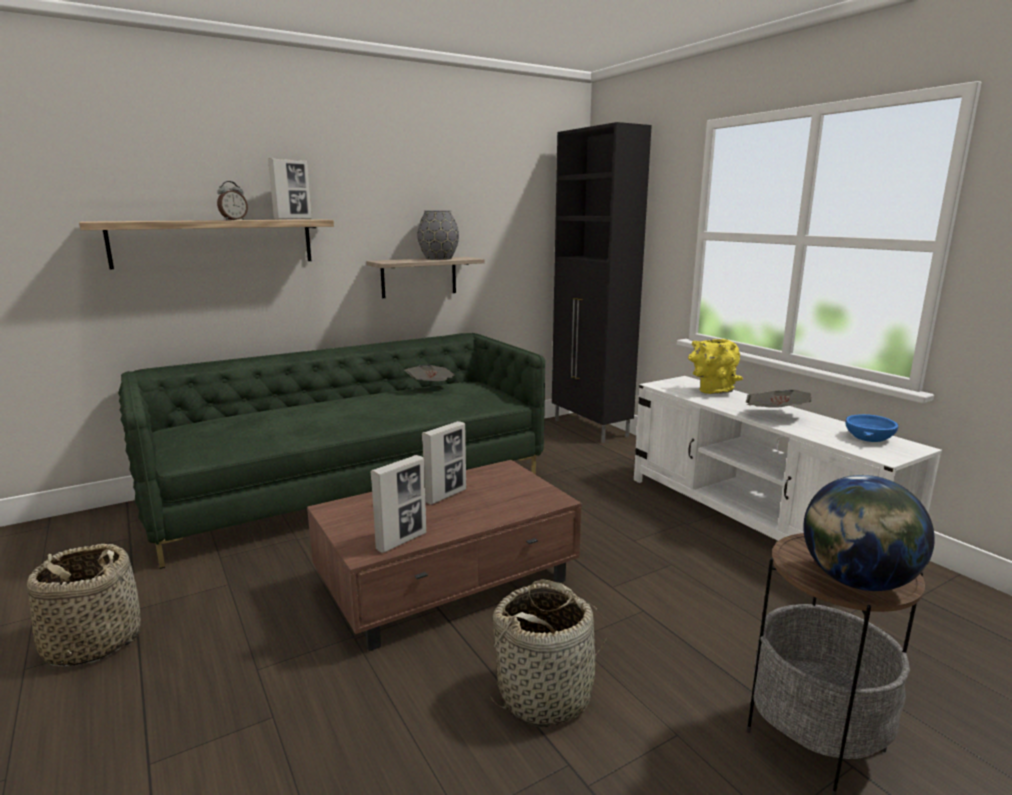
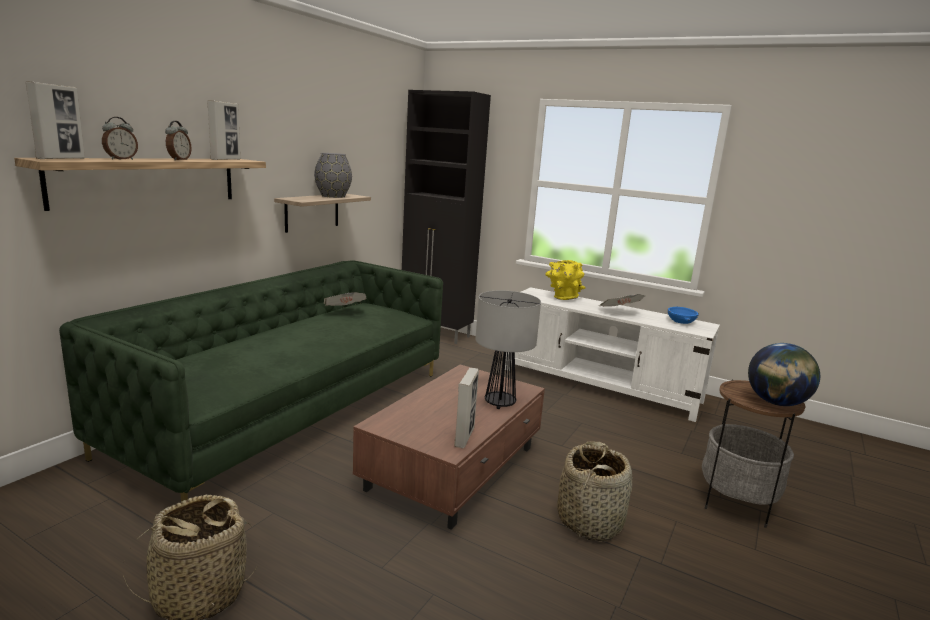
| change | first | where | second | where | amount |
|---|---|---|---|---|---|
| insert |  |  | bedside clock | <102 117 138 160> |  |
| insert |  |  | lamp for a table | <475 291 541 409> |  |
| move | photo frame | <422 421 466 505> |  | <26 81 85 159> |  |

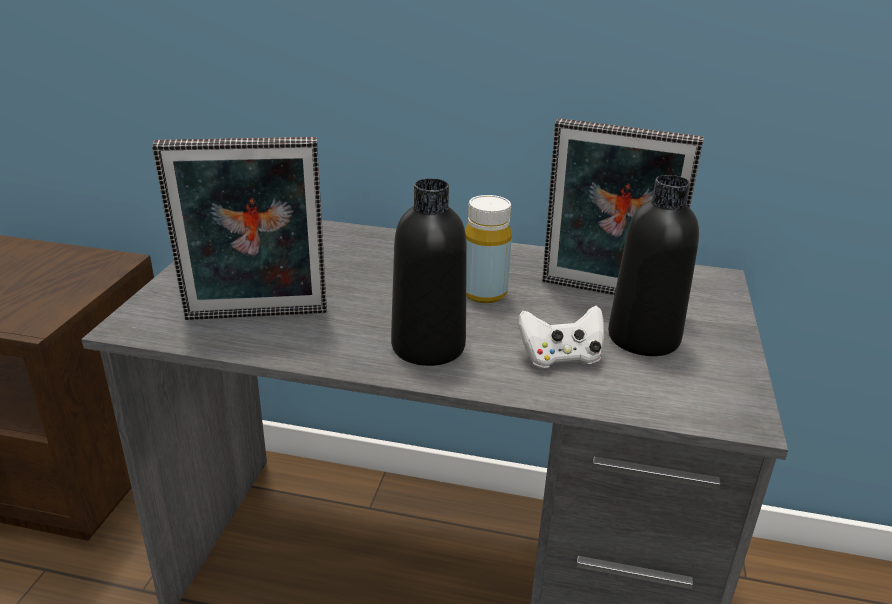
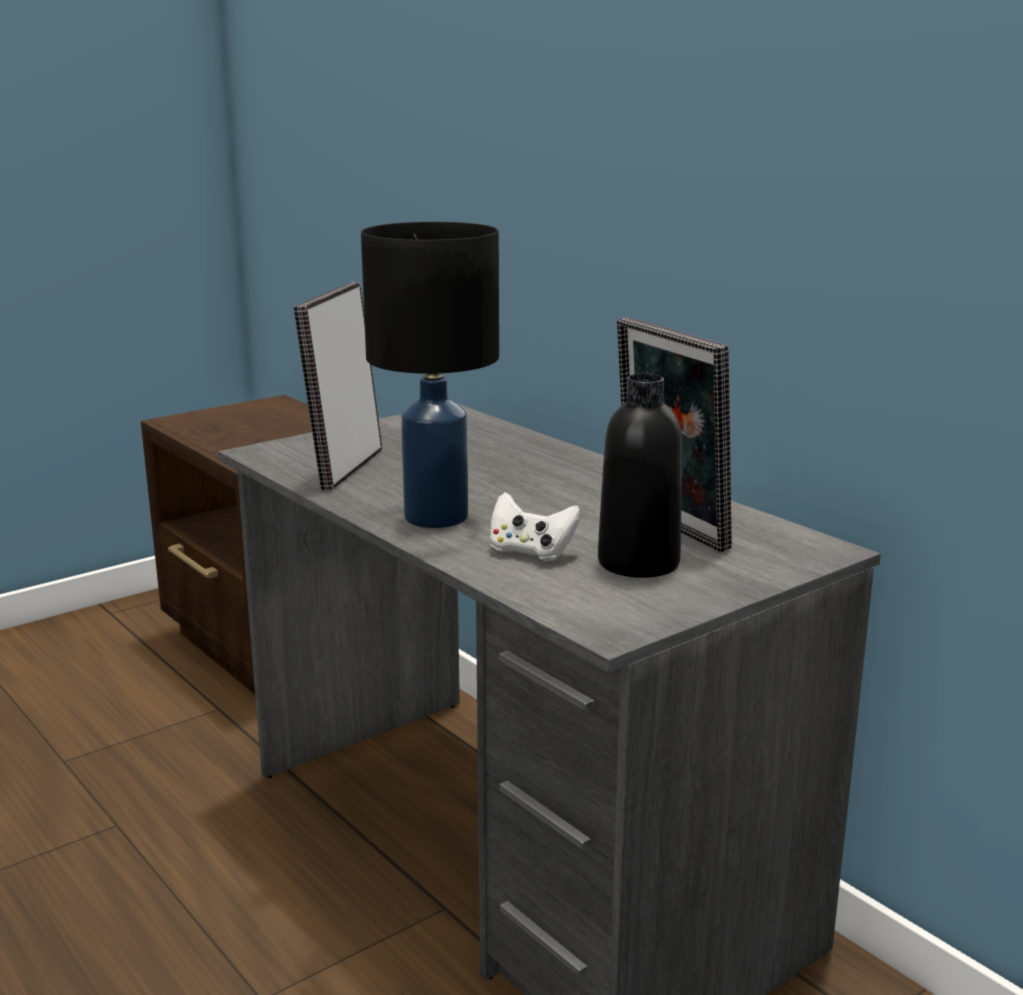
| change | first | where | second | where | amount |
|---|---|---|---|---|---|
| delete | yellow beverage bottle | <465 195 512 303> |  |  |  |
| replace | blackish beverage bottle | <391 178 467 366> | blackish lamp for a table | <361 222 499 528> |  |
| rotate | photo frame | <152 137 327 320> |  | <293 282 382 490> | 75 degrees clockwise |

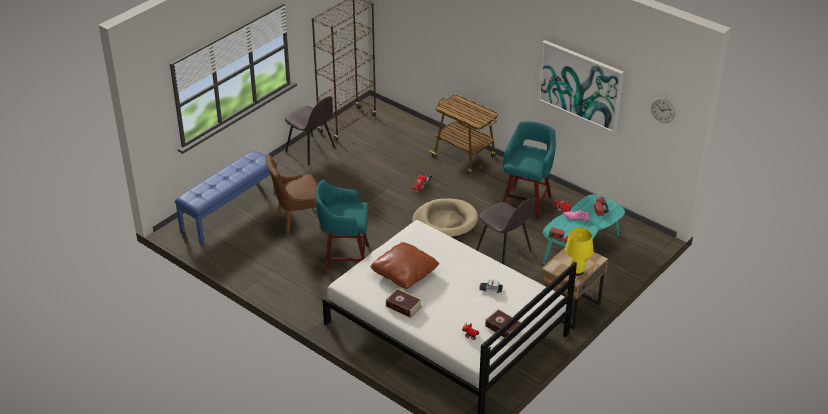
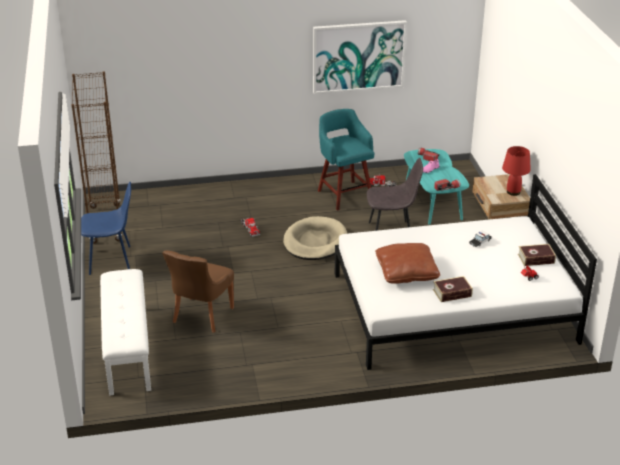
| change | first | where | second | where | amount |
|---|---|---|---|---|---|
| delete | turquoise-coloured sitting stool | <315 180 369 273> |  |  |  |
| delete | trolley | <430 94 498 175> |  |  |  |
| delete | hanging clock | <650 98 675 123> |  |  |  |
| recolor | bluish indoor bench | <175 151 278 244> | white-coloured indoor bench | <100 269 151 396> |  |
| recolor | grey plain chair | <285 96 336 165> | bluish plain chair | <81 181 131 275> |  |
| recolor | yellow lamp for a table | <565 228 594 276> | reddish lamp for a table | <502 146 531 196> |  |

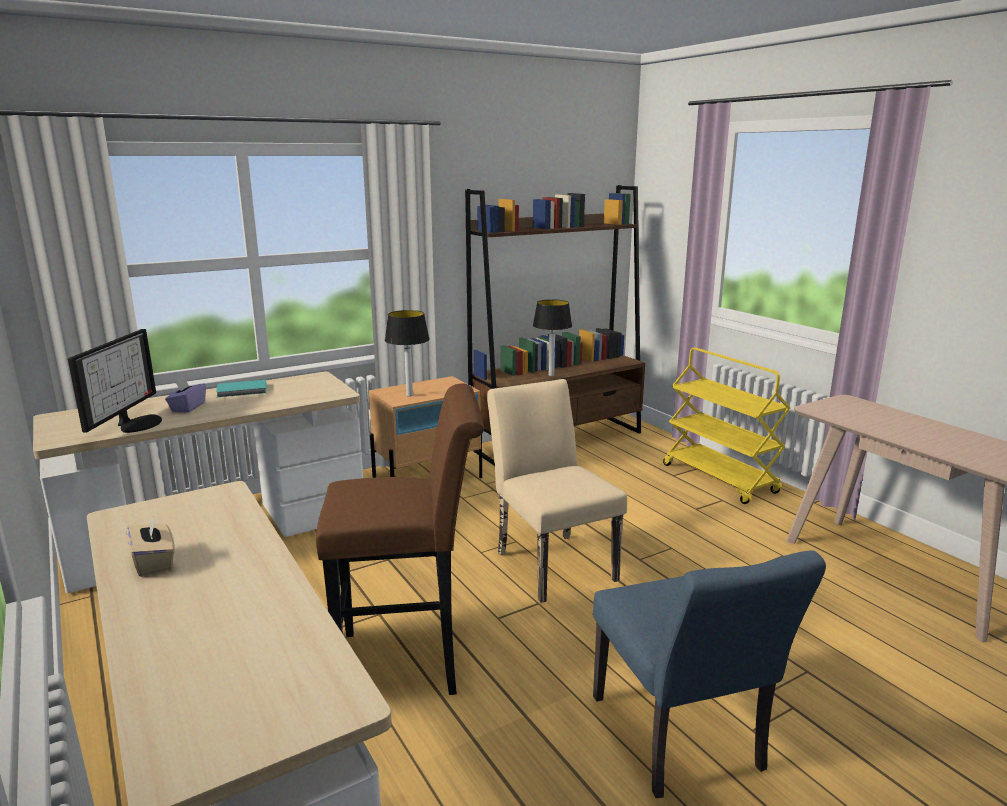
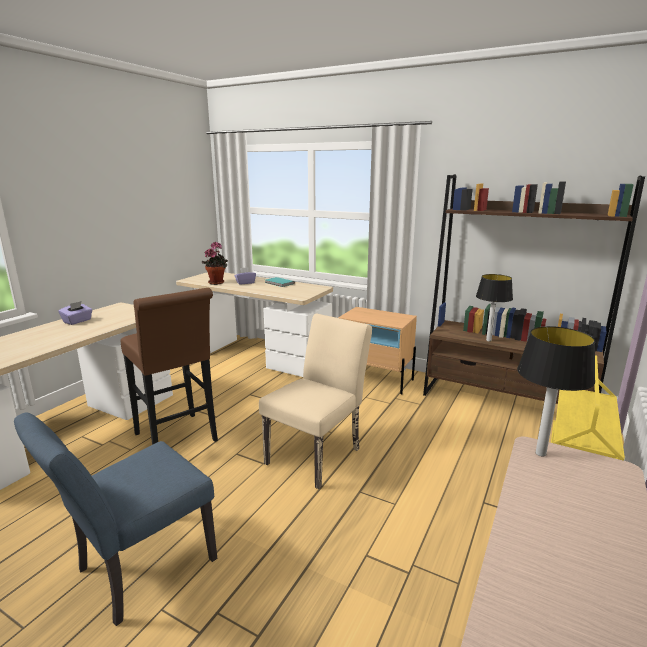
| change | first | where | second | where | amount |
|---|---|---|---|---|---|
| move | lamp for a table | <385 310 430 397> |  | <517 326 595 456> |  |
| replace | computer display | <68 329 162 433> | potted plant | <202 242 228 285> |  |
| recolor | beige-coloured box of tissues | <126 514 175 577> | purplish box of tissues | <58 301 93 325> |  |

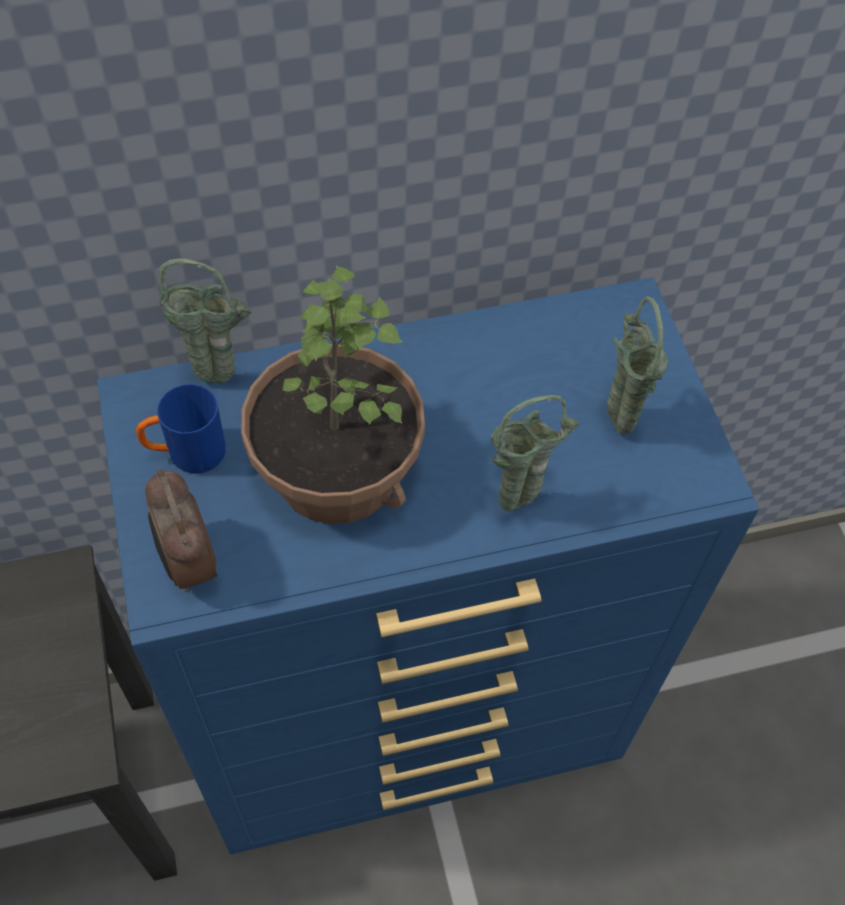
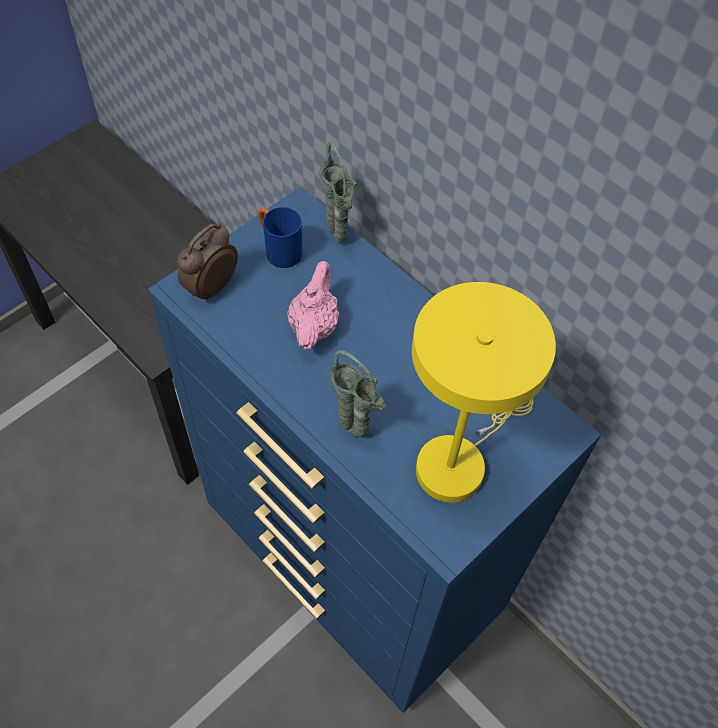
| change | first | where | second | where | amount |
|---|---|---|---|---|---|
| replace | potted plant | <241 266 425 524> | pink-coloured pot for tea | <287 261 339 350> |  |
| replace | greenish decorative vase | <607 296 668 435> | yellow lamp for a table | <412 282 556 503> |  |

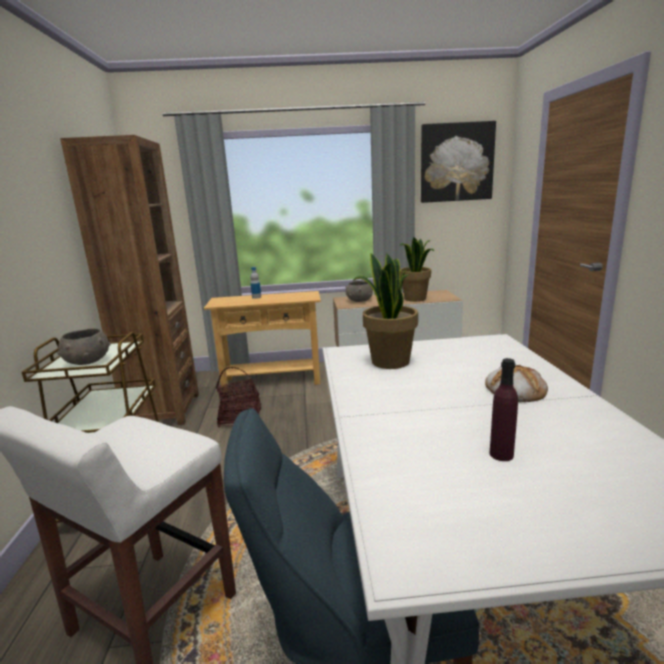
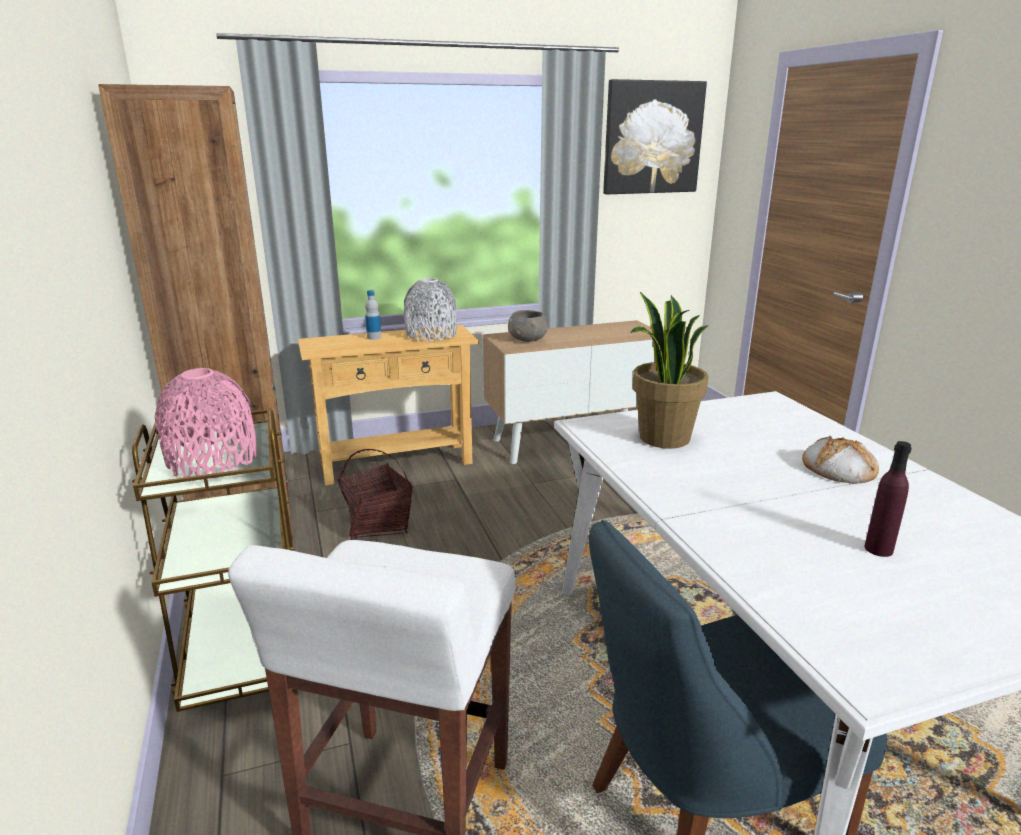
| change | first | where | second | where | amount |
|---|---|---|---|---|---|
| delete | potted plant | <399 237 434 302> |  |  |  |
| insert |  |  | grey decorative vase | <404 278 457 341> |  |
| replace | grey serving bowl | <57 329 110 365> | pink-coloured decorative vase | <155 368 257 478> |  |

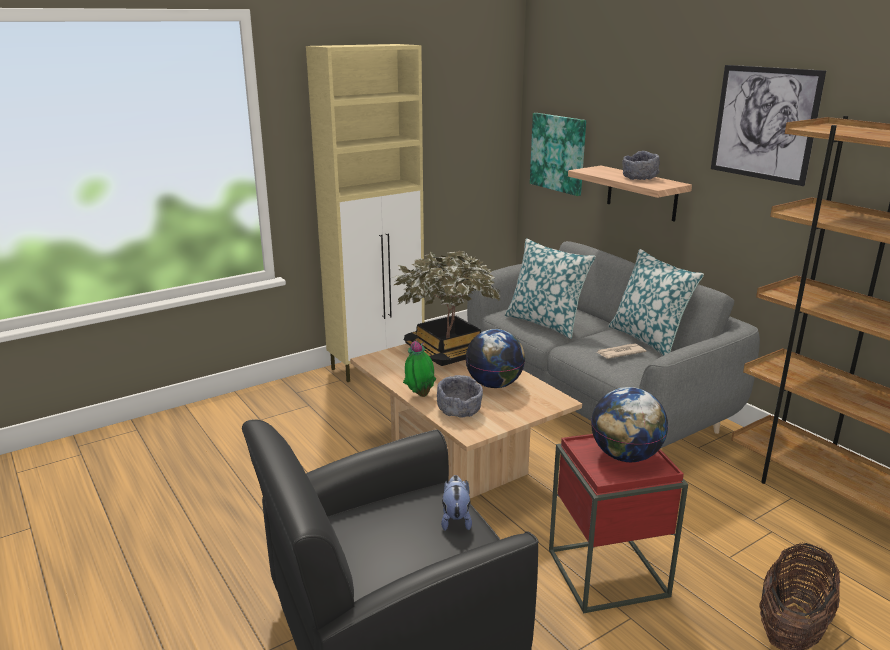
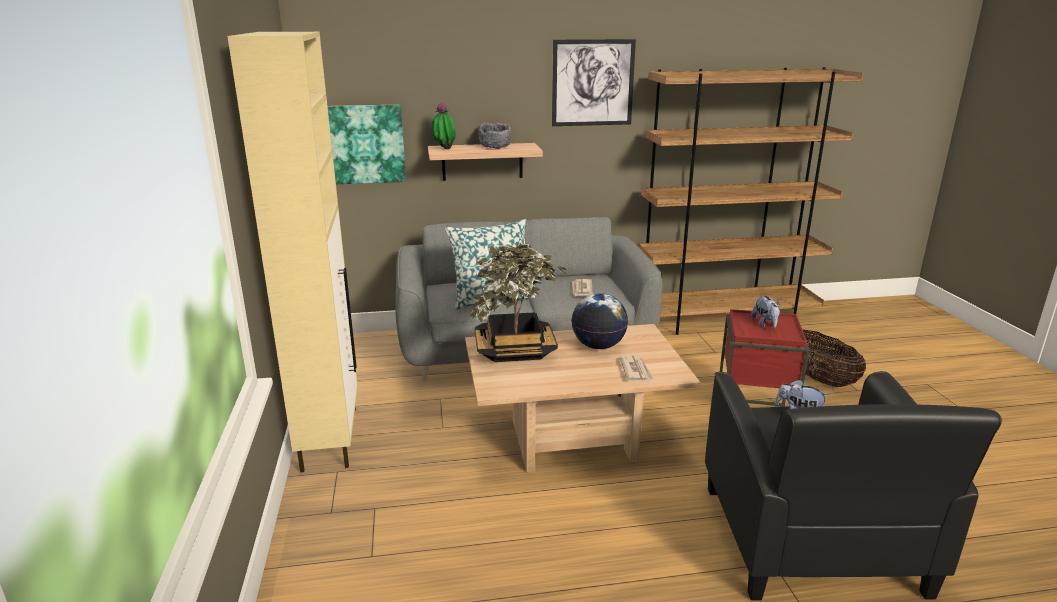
| change | first | where | second | where | amount |
|---|---|---|---|---|---|
| delete | pillow | <608 249 704 356> |  |  |  |
| move | potted plant | <403 340 436 397> |  | <432 103 456 149> |  |
| replace | grey serving bowl | <437 375 483 418> | newspaper | <620 356 654 381> |  |
| replace | globe | <591 387 668 462> | cuddly toy | <751 295 780 328> |  |

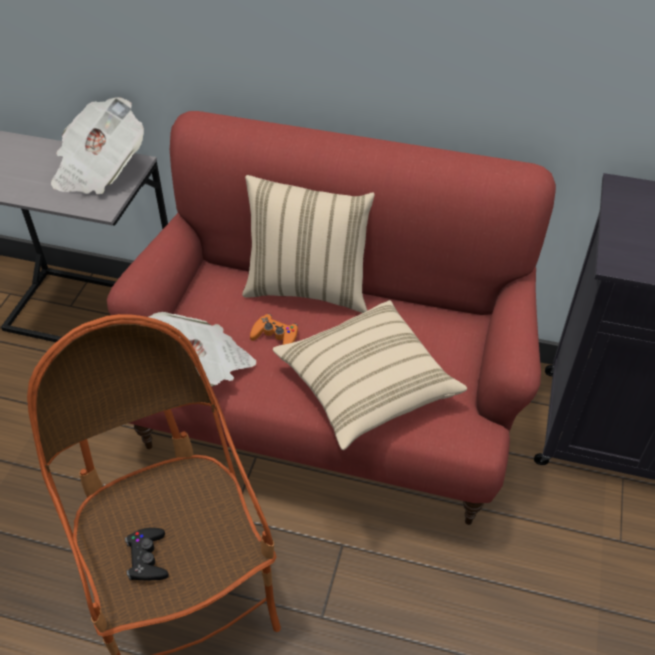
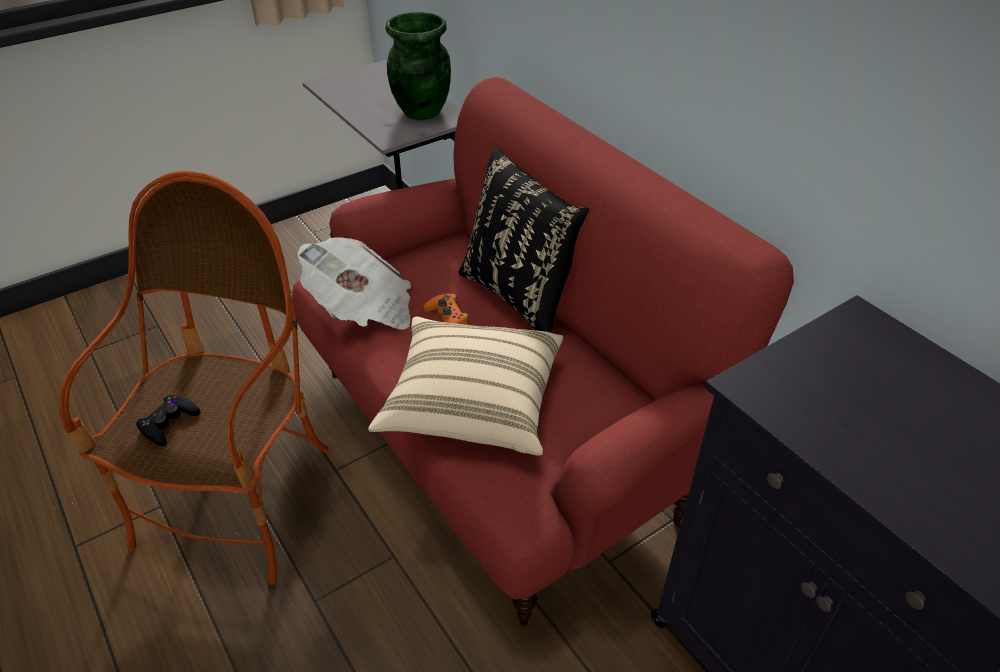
| change | first | where | second | where | amount |
|---|---|---|---|---|---|
| replace | newspaper | <51 97 144 195> | greenish decorative vase | <385 12 451 120> |  |
| recolor | beige-coloured pillow | <242 175 375 313> | blackish pillow | <459 148 589 333> |  |

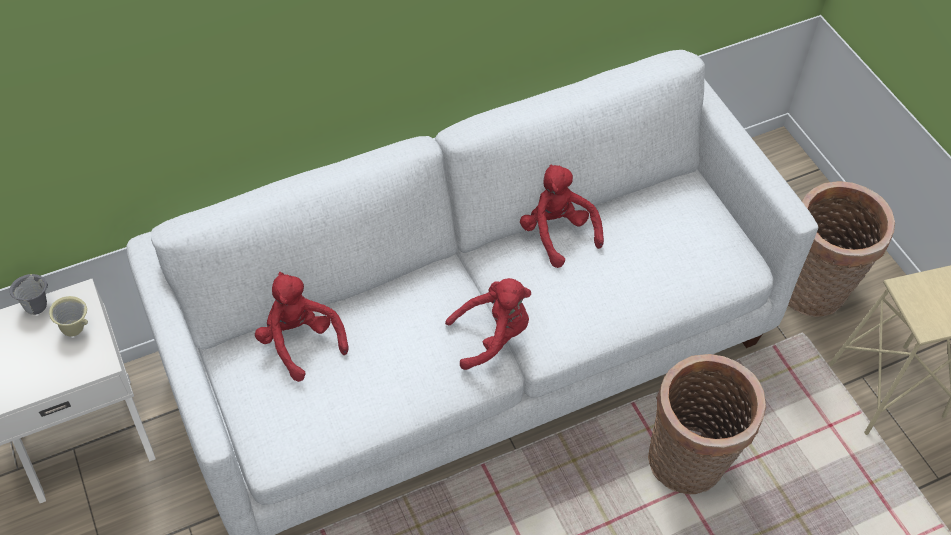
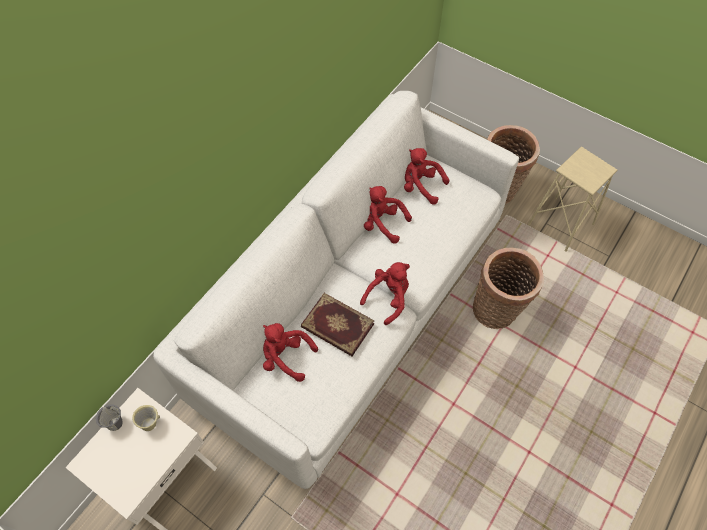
| change | first | where | second | where | amount |
|---|---|---|---|---|---|
| insert |  |  | book | <301 293 374 356> |  |
| insert |  |  | reddish cuddly toy | <404 148 450 205> |  |

